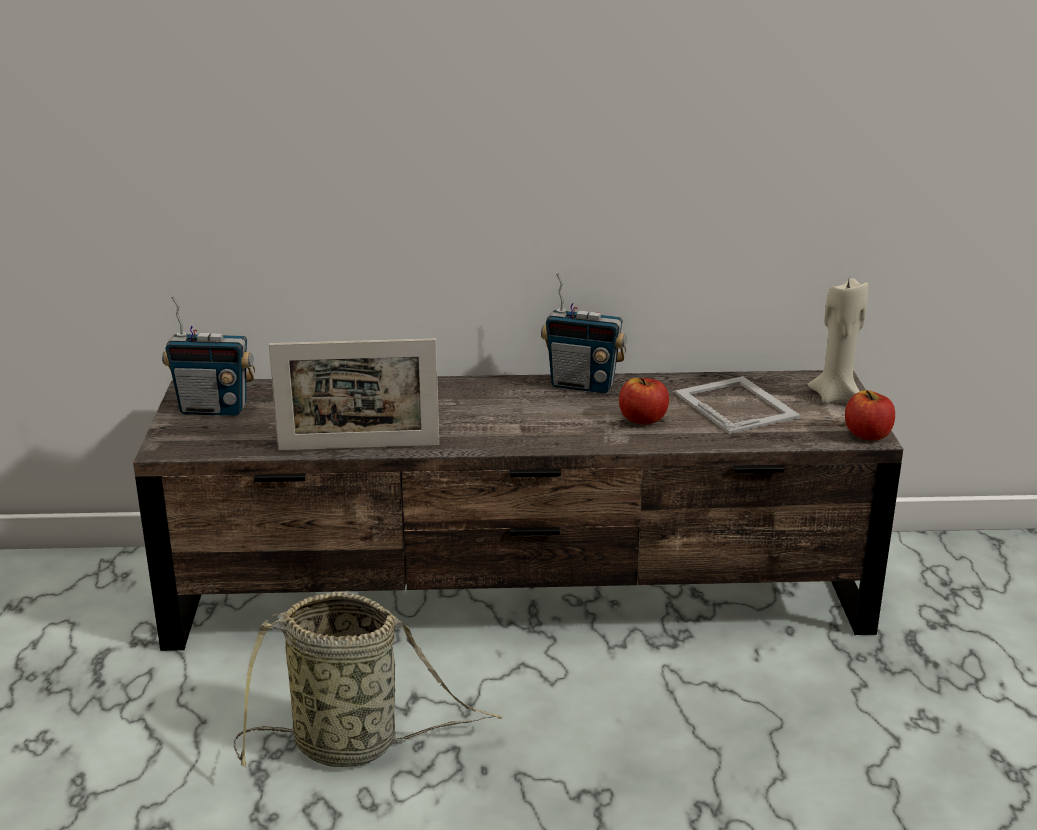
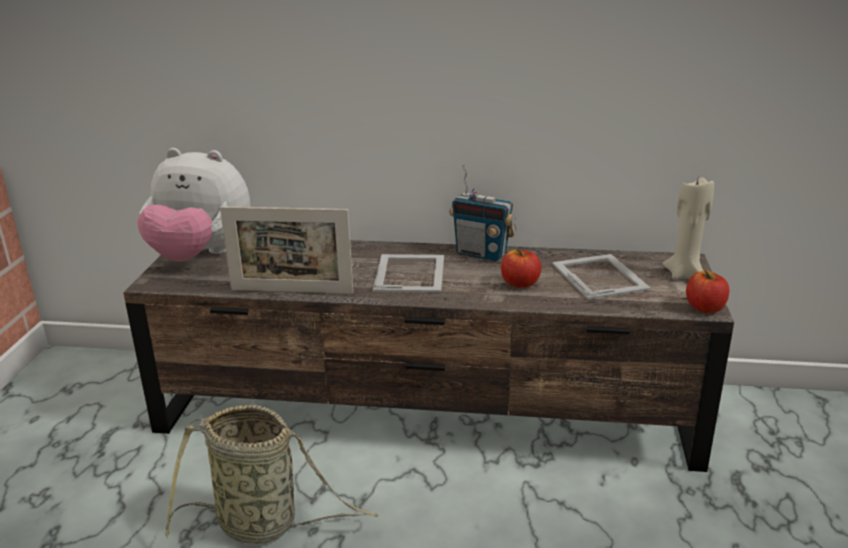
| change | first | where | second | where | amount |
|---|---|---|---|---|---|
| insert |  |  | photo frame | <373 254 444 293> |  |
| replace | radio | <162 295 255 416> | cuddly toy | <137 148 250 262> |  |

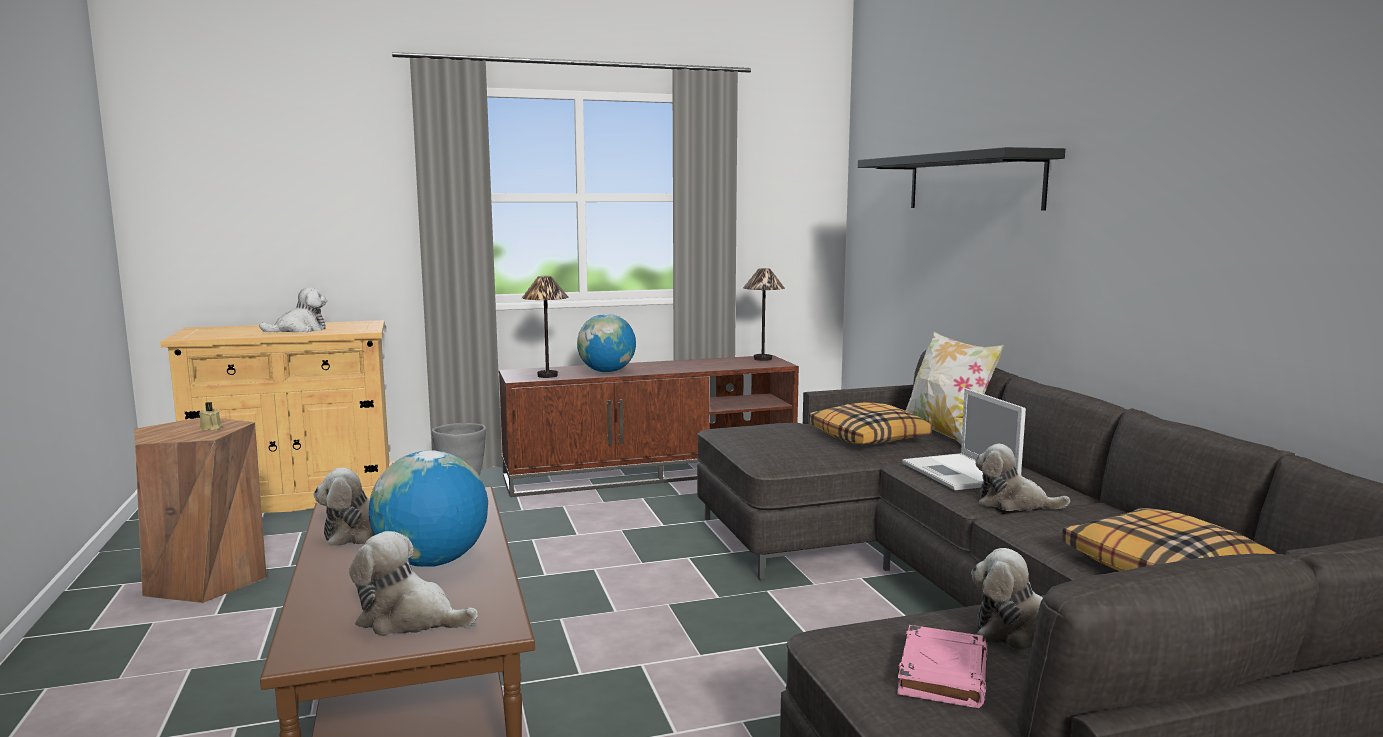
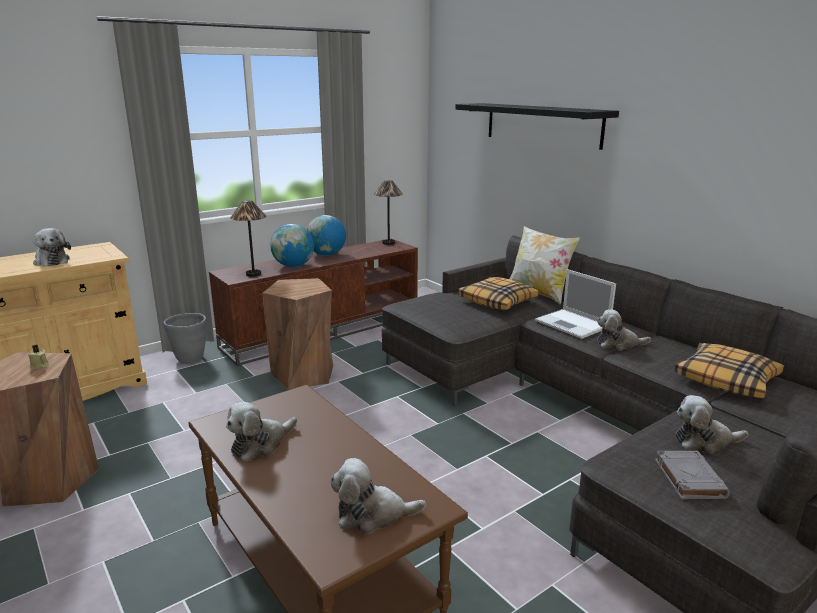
| change | first | where | second | where | amount |
|---|---|---|---|---|---|
| insert |  |  | brown-coloured sitting stool | <262 278 334 389> |  |
| move | globe | <369 450 488 567> |  | <307 215 346 256> |  |
| recolor | pink-coloured book | <897 625 988 708> | grey book | <655 451 730 499> |  |
| rotate | cuddly toy | <259 288 327 332> |  | <33 228 71 266> | 105 degrees clockwise |

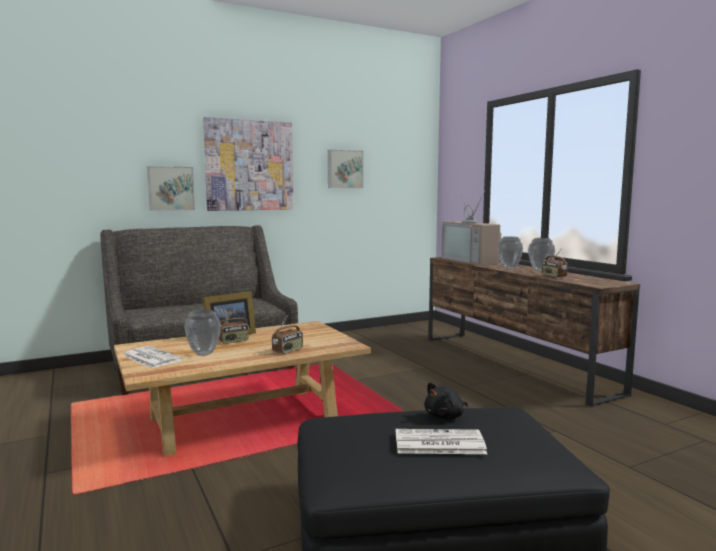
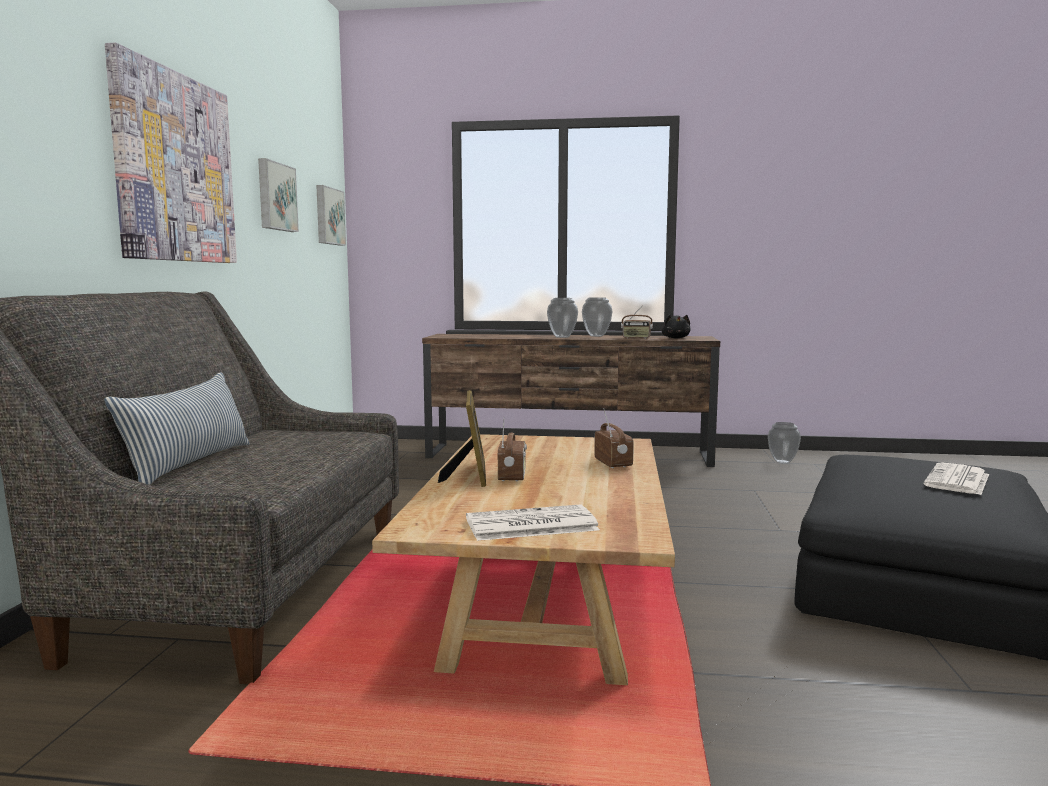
| change | first | where | second | where | amount |
|---|---|---|---|---|---|
| delete | TV | <441 190 501 266> |  |  |  |
| insert |  |  | pillow | <104 372 249 485> |  |
| move | picture | <147 166 195 211> |  | <316 185 346 246> |  |
| move | decorative vase | <184 309 221 356> |  | <768 422 801 464> |  |
| move | blackish cuddly toy | <424 382 468 419> |  | <662 314 691 339> |  |

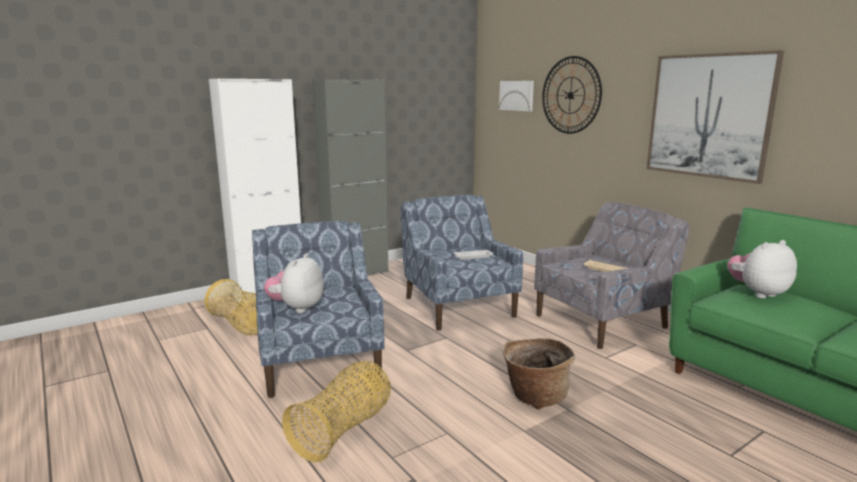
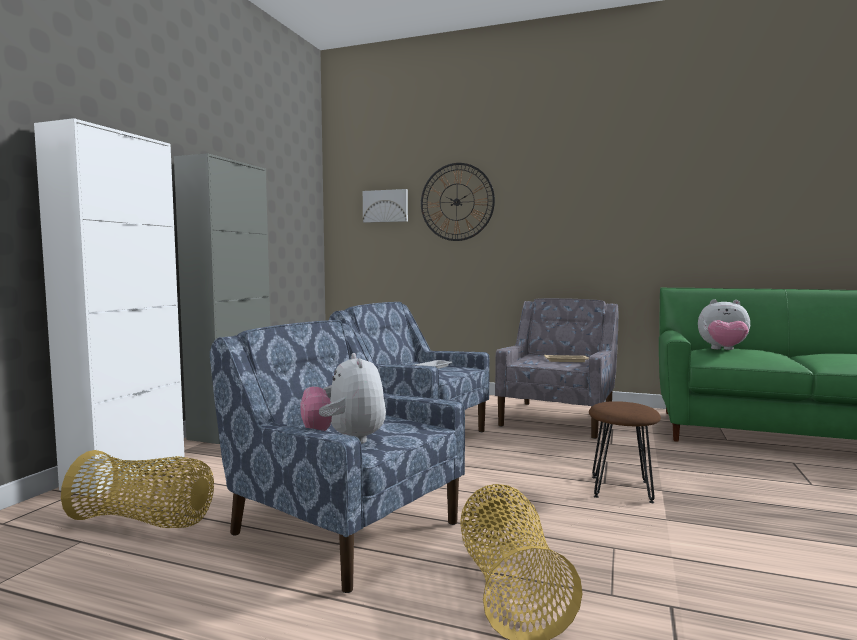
| change | first | where | second | where | amount |
|---|---|---|---|---|---|
| delete | picture | <647 50 784 184> |  |  |  |
| replace | household basket | <503 338 575 409> | brown-coloured sitting stool | <589 401 661 503> |  |
| rotate | cuddly toy | <727 240 797 298> |  | <698 299 750 350> | 105 degrees counterclockwise |

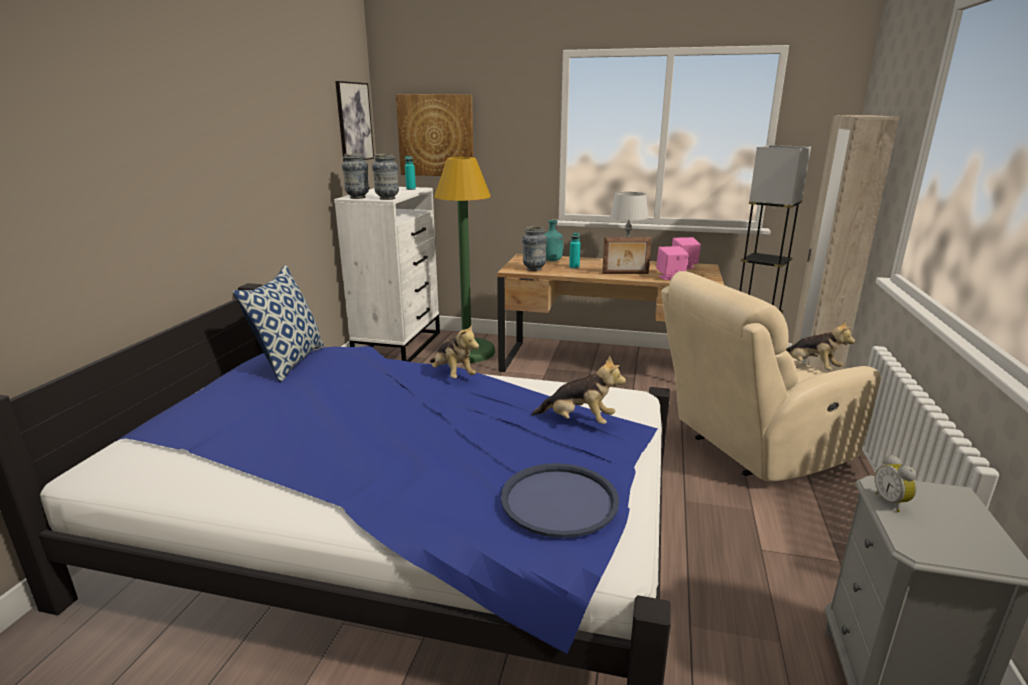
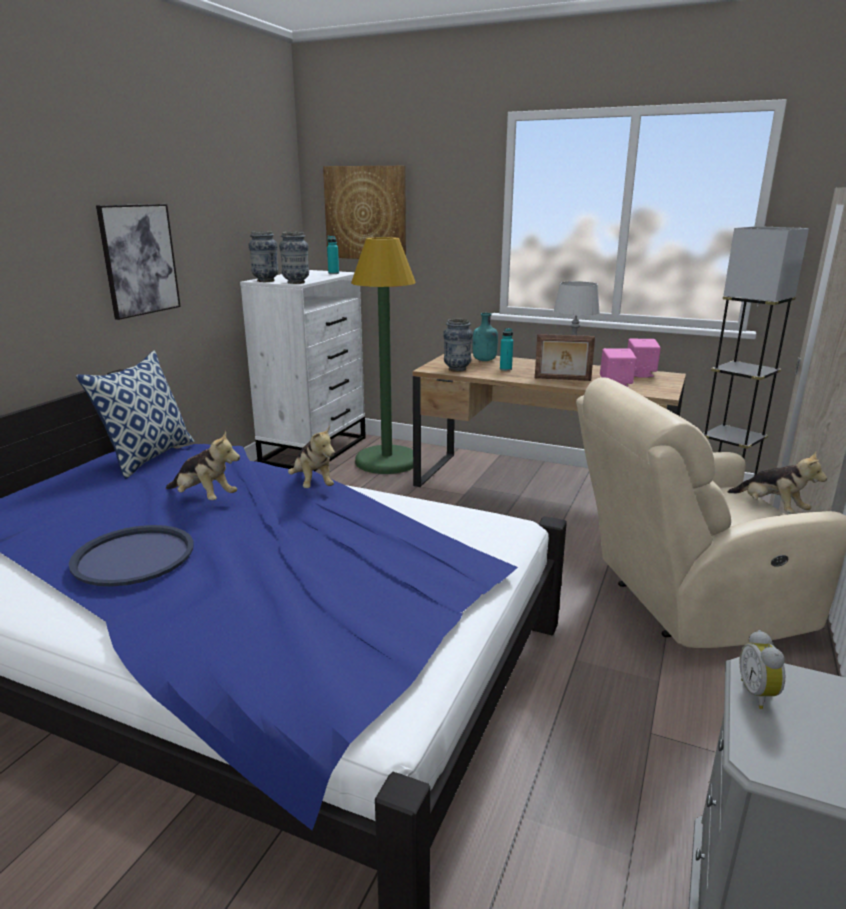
| change | first | where | second | where | amount |
|---|---|---|---|---|---|
| move | picture | <335 81 374 162> |  | <96 204 181 320> |  |
| move | bluish serving tray | <501 463 619 538> |  | <69 525 194 587> |  |
| move | cuddly toy | <531 355 626 424> |  | <166 430 240 500> |  |

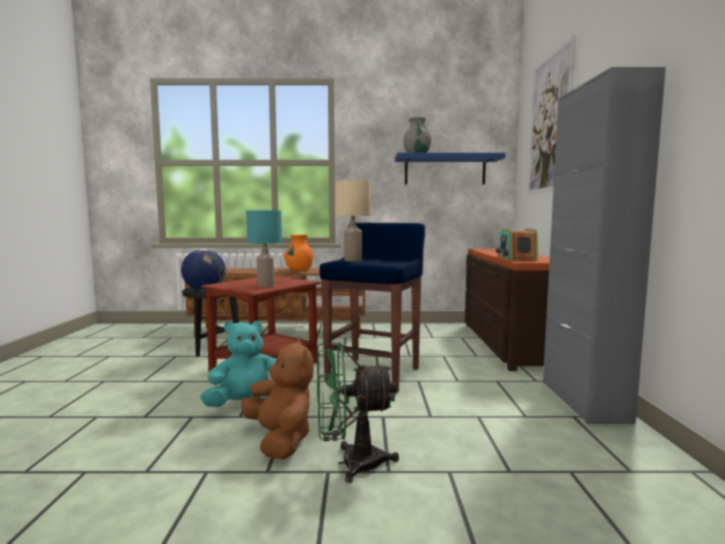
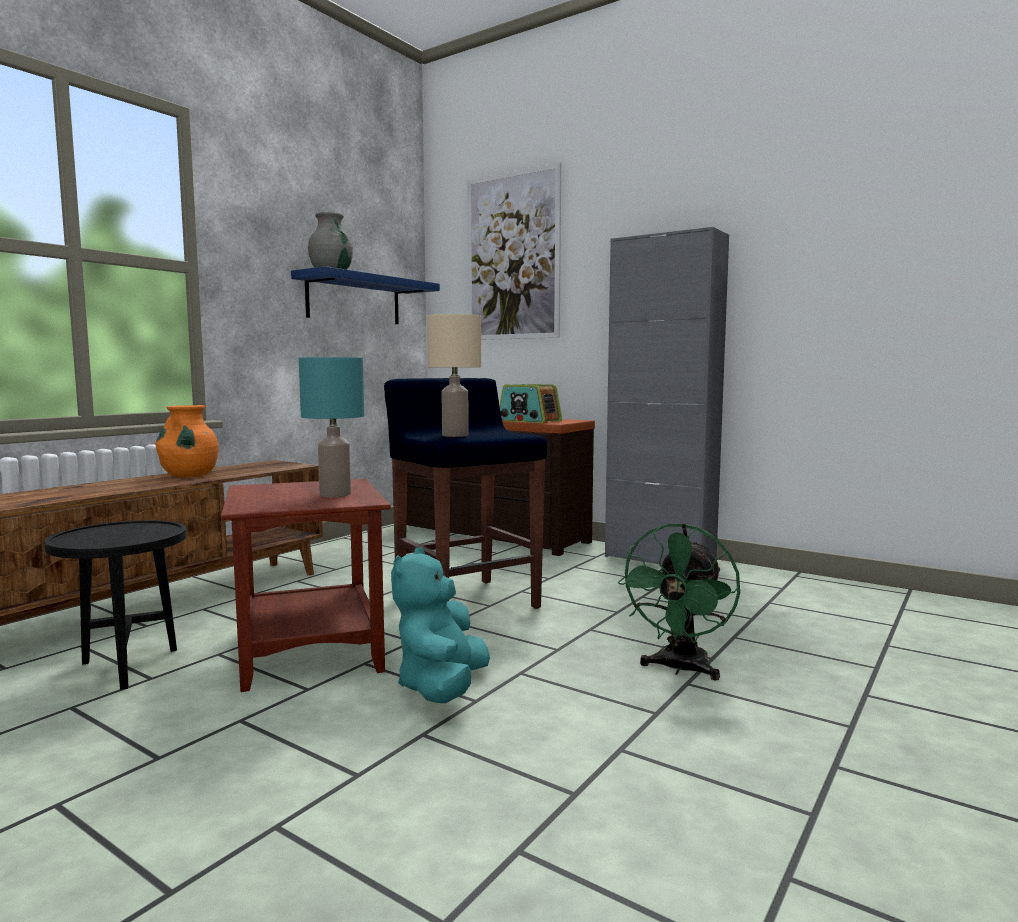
| change | first | where | second | where | amount |
|---|---|---|---|---|---|
| delete | globe | <181 249 226 291> |  |  |  |
| delete | brown-coloured cuddly toy | <241 339 314 460> |  |  |  |

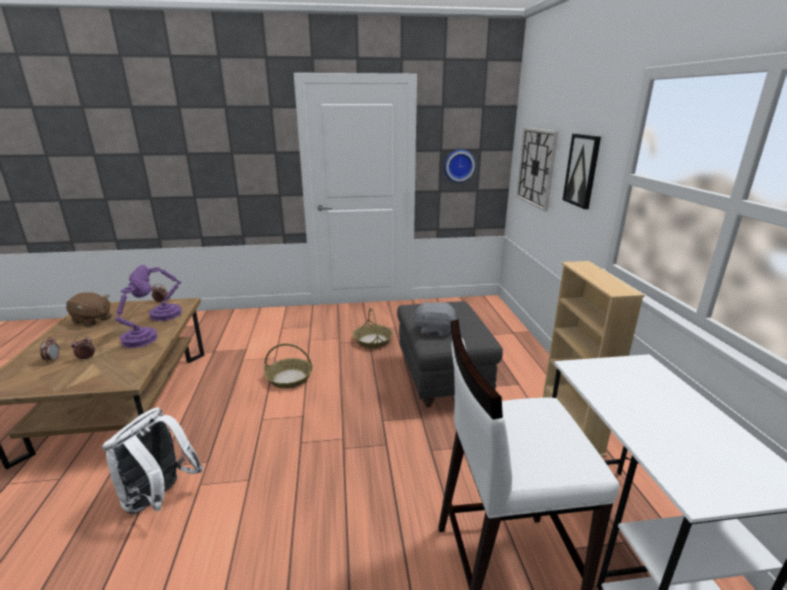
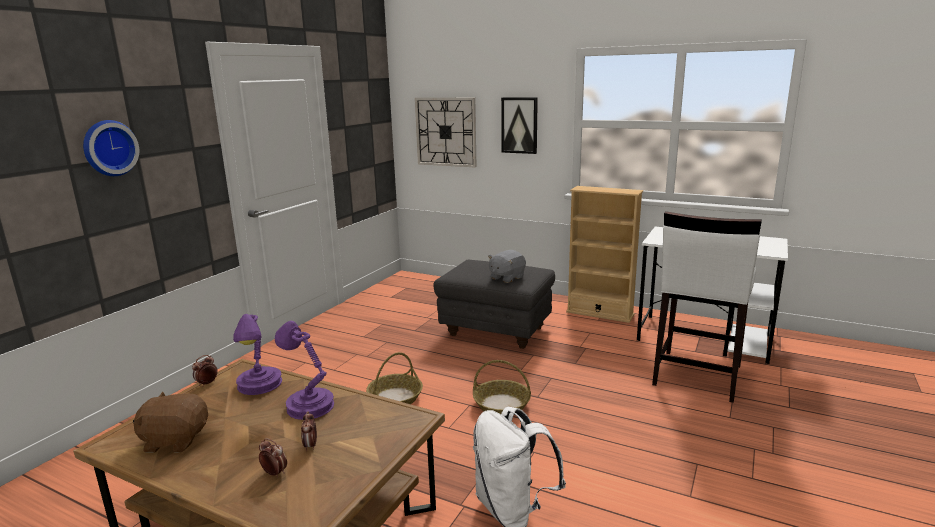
| change | first | where | second | where | amount |
|---|---|---|---|---|---|
| move | household basket | <353 308 393 348> |  | <473 360 531 415> |  |
| move | hanging clock | <444 150 475 183> |  | <83 120 139 176> |  |
| rotate | brown-coloured cuddly toy | <66 292 112 327> |  | <133 392 208 453> | 150 degrees counterclockwise |

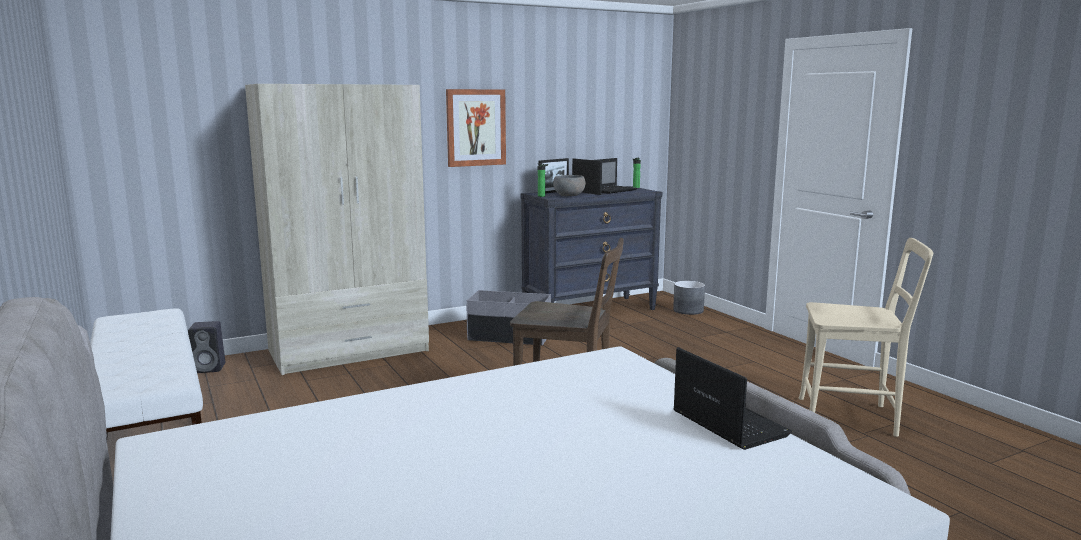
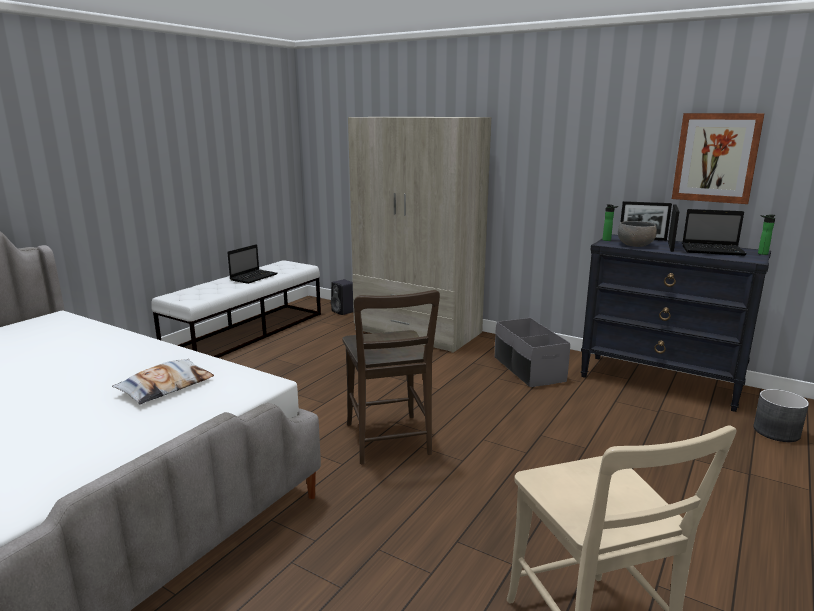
| change | first | where | second | where | amount |
|---|---|---|---|---|---|
| insert |  |  | pillow | <112 359 214 404> |  |
| move | picture | <446 89 506 167> |  | <672 113 765 204> |  |
| move | laptop | <673 347 792 450> |  | <227 244 278 284> |  |

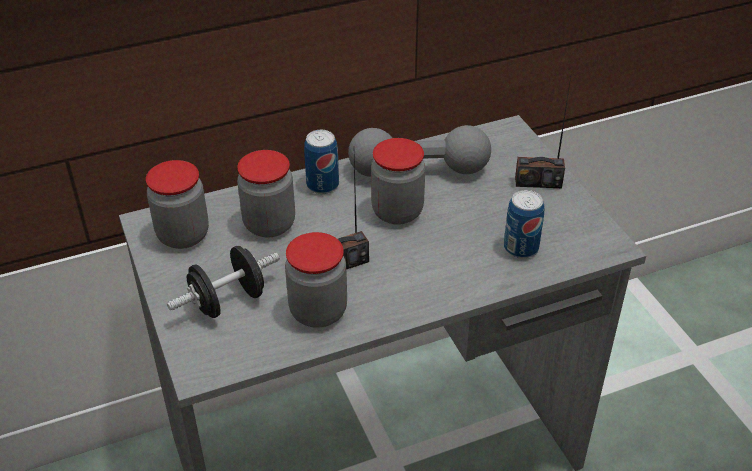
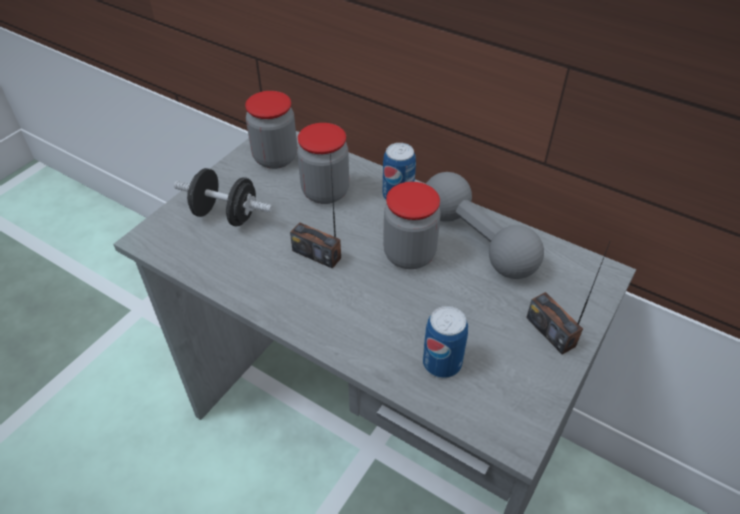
| change | first | where | second | where | amount |
|---|---|---|---|---|---|
| delete | preserve jar | <285 232 347 328> |  |  |  |

